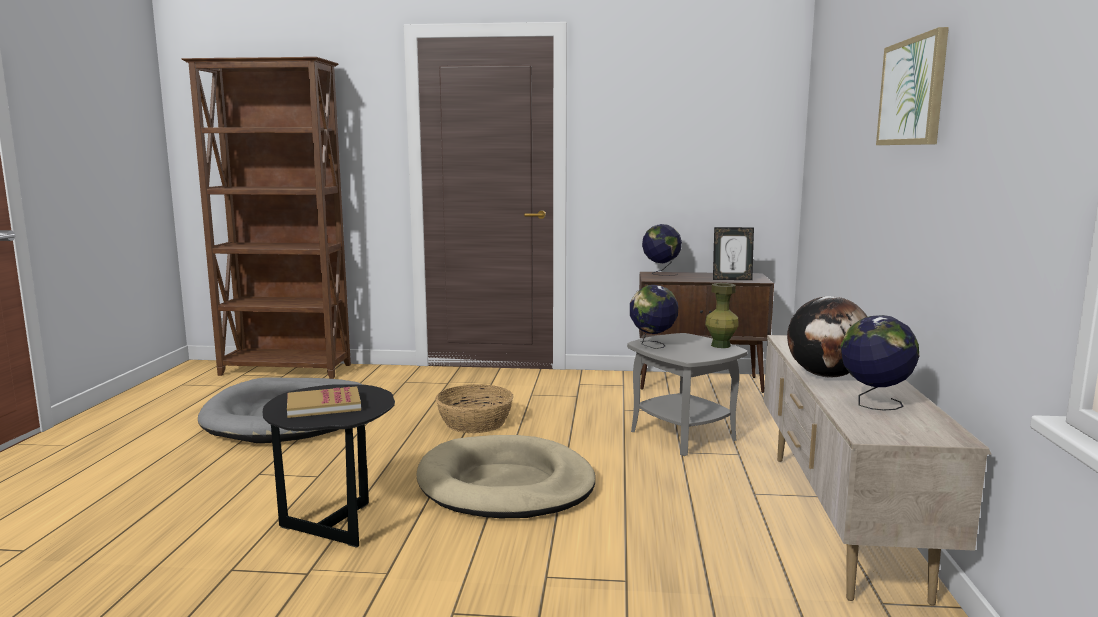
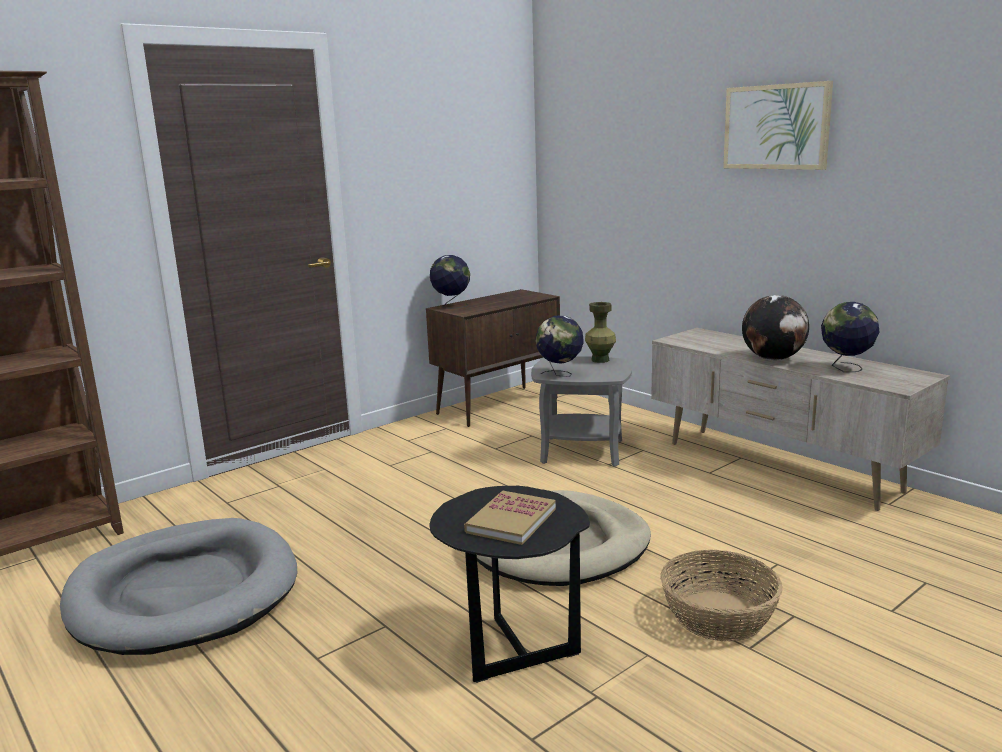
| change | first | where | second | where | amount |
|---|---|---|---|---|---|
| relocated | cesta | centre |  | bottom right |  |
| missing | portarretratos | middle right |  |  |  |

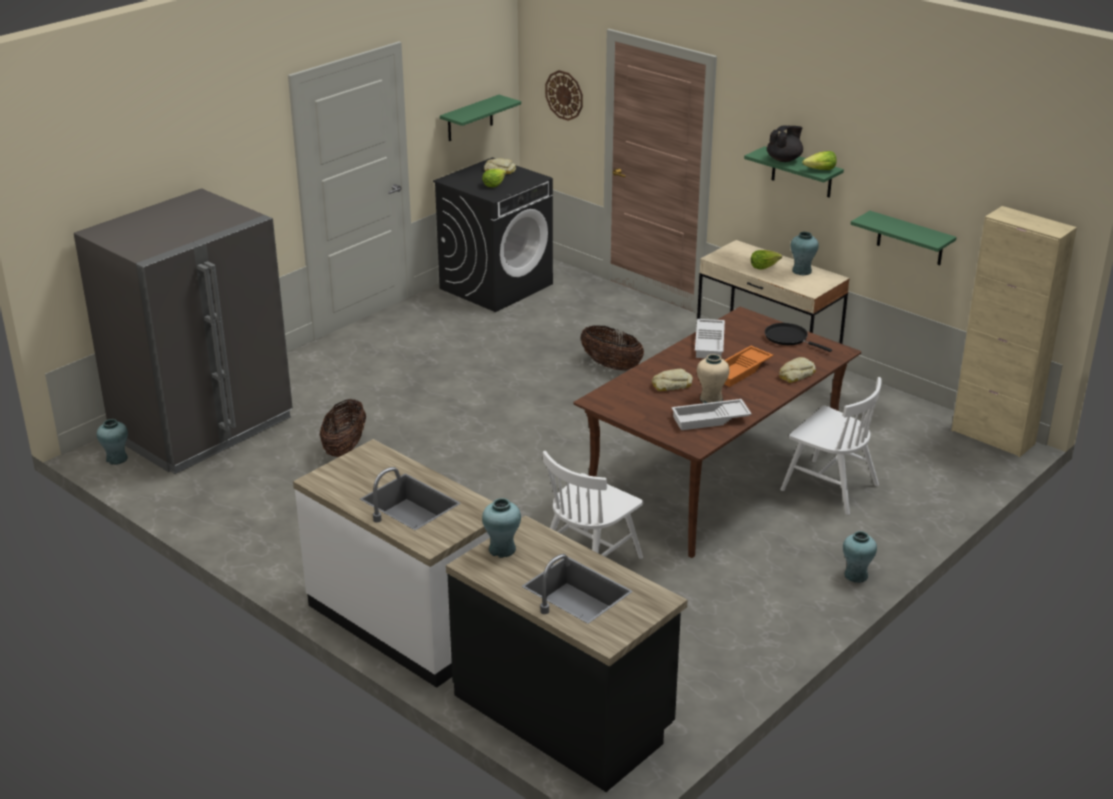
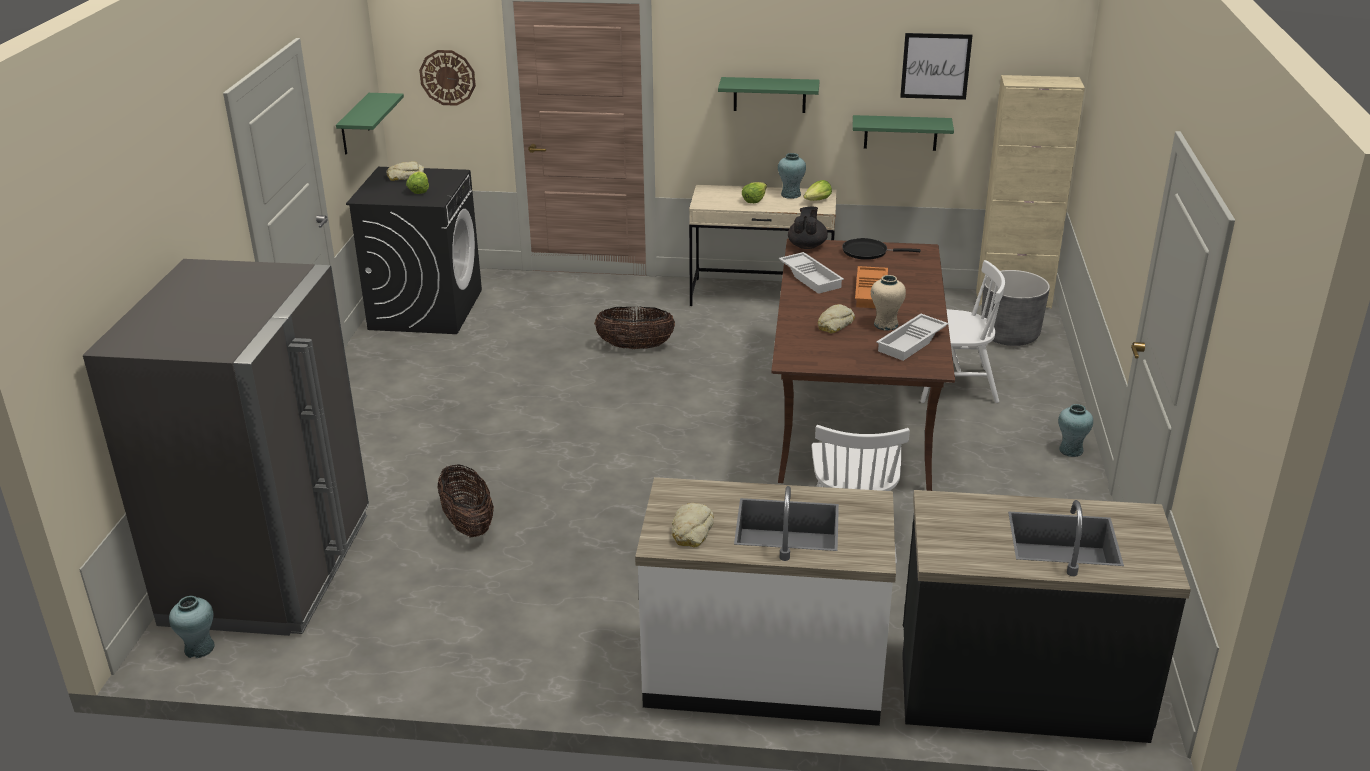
| change | first | where | second | where | amount |
|---|---|---|---|---|---|
| missing | florero/turquesa (no. 2 from left) | centre |  |  |  |
| relocated | tetera/negro | top right |  | top centre |  |
| relocated | pan (no. 3 from left in the first image) | middle right | pan (no. 2 from left) | bottom centre |  |
| relocated | lechuga (no. 3 from left) | top right |  | top centre |  |
| appeared |  |  | cuadro | top right |  |
| appeared |  |  | maceta/gris | middle right |  |

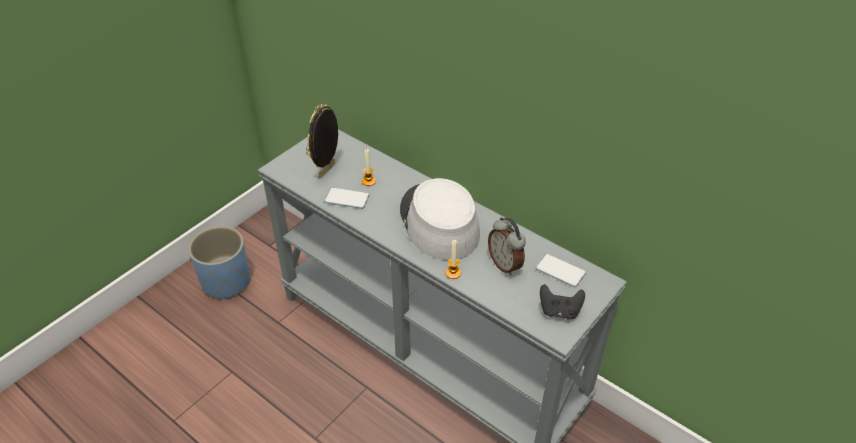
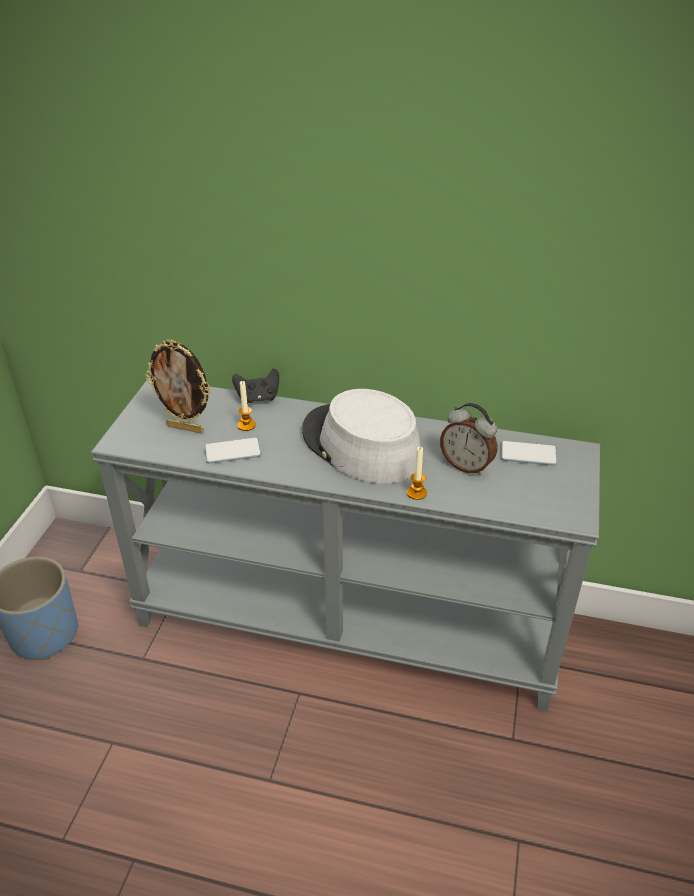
| change | first | where | second | where | amount |
|---|---|---|---|---|---|
| spun | portarretratos | top centre |  | middle left | 75 degrees counterclockwise |
| relocated | mando de consola/negro | bottom centre |  | centre |  |

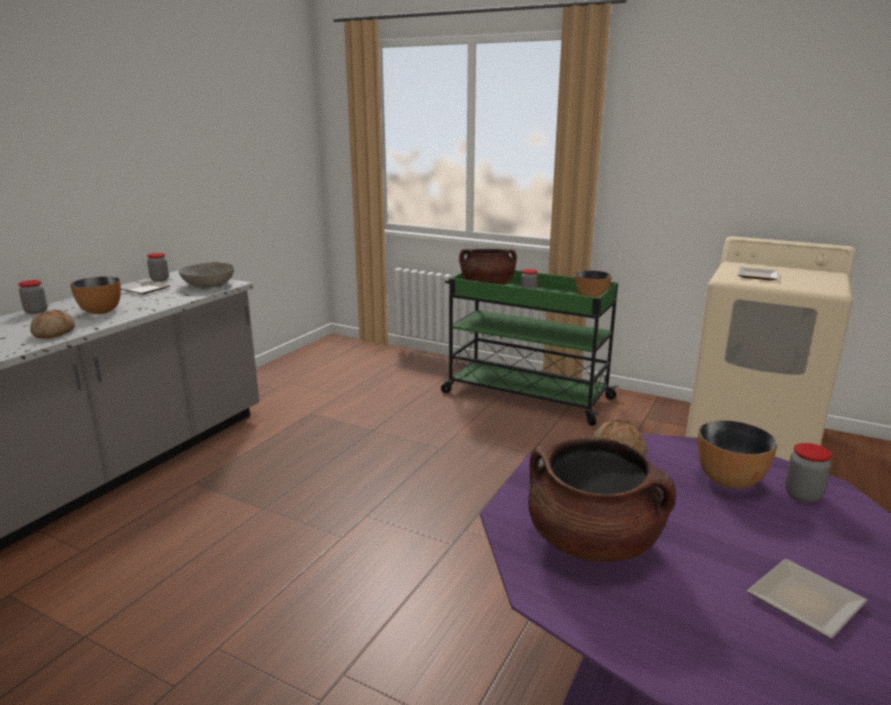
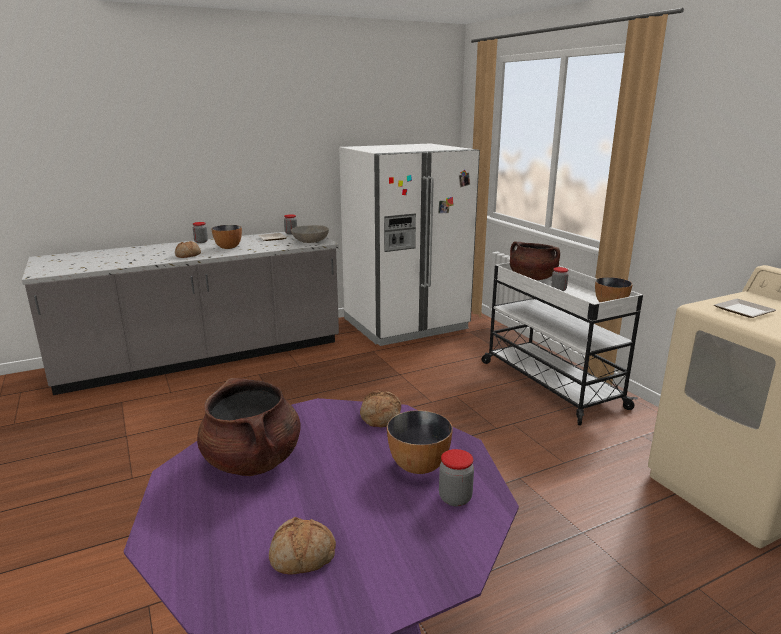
| change | first | where | second | where | amount |
|---|---|---|---|---|---|
| colour | carrito/verde | centre | carrito/blanco | middle right |  |
| exchanged | plato (no. 3 from left) | bottom right | pan (no. 2 from left) | bottom centre |  |
| appeared |  |  | nevera/blanco | centre |  |

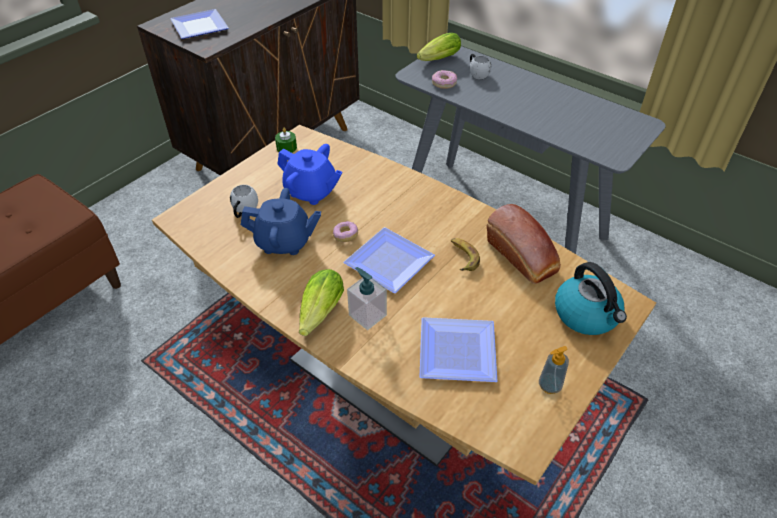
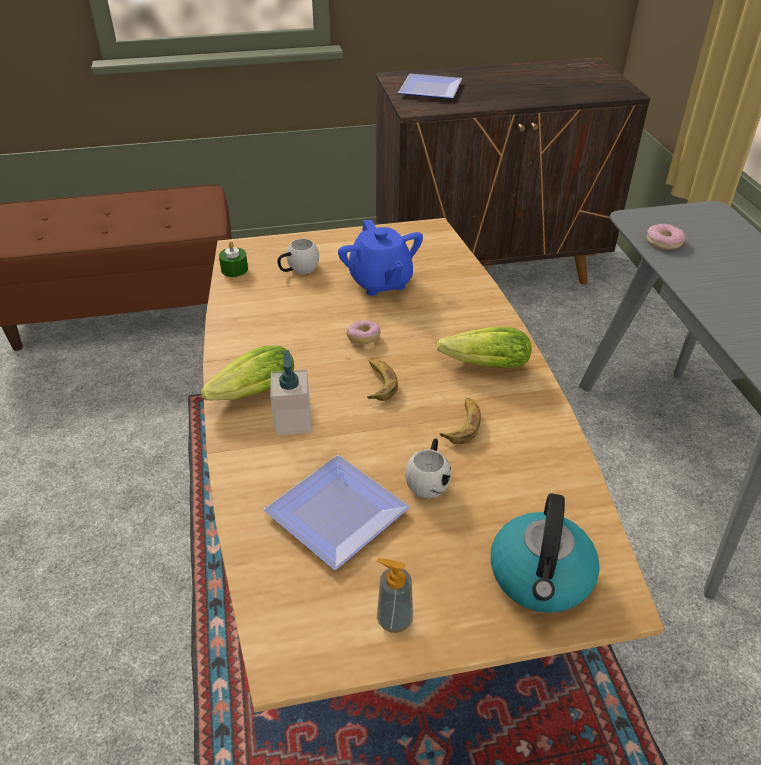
| change | first | where | second | where | amount |
|---|---|---|---|---|---|
| missing | tetera/azul (no. 1 from left) | centre |  |  |  |
| relocated | vela/verde | top centre |  | middle left |  |
| exchanged | plato (no. 2 from left) | centre | plátano (no. 1 from left) | centre |  |
| relocated | lechuga (no. 2 from left) | top centre |  | centre |  |
| relocated | taza grande/blanco (no. 2 from left) | top centre |  | centre |  |
| missing | pan | middle right |  |  |  |

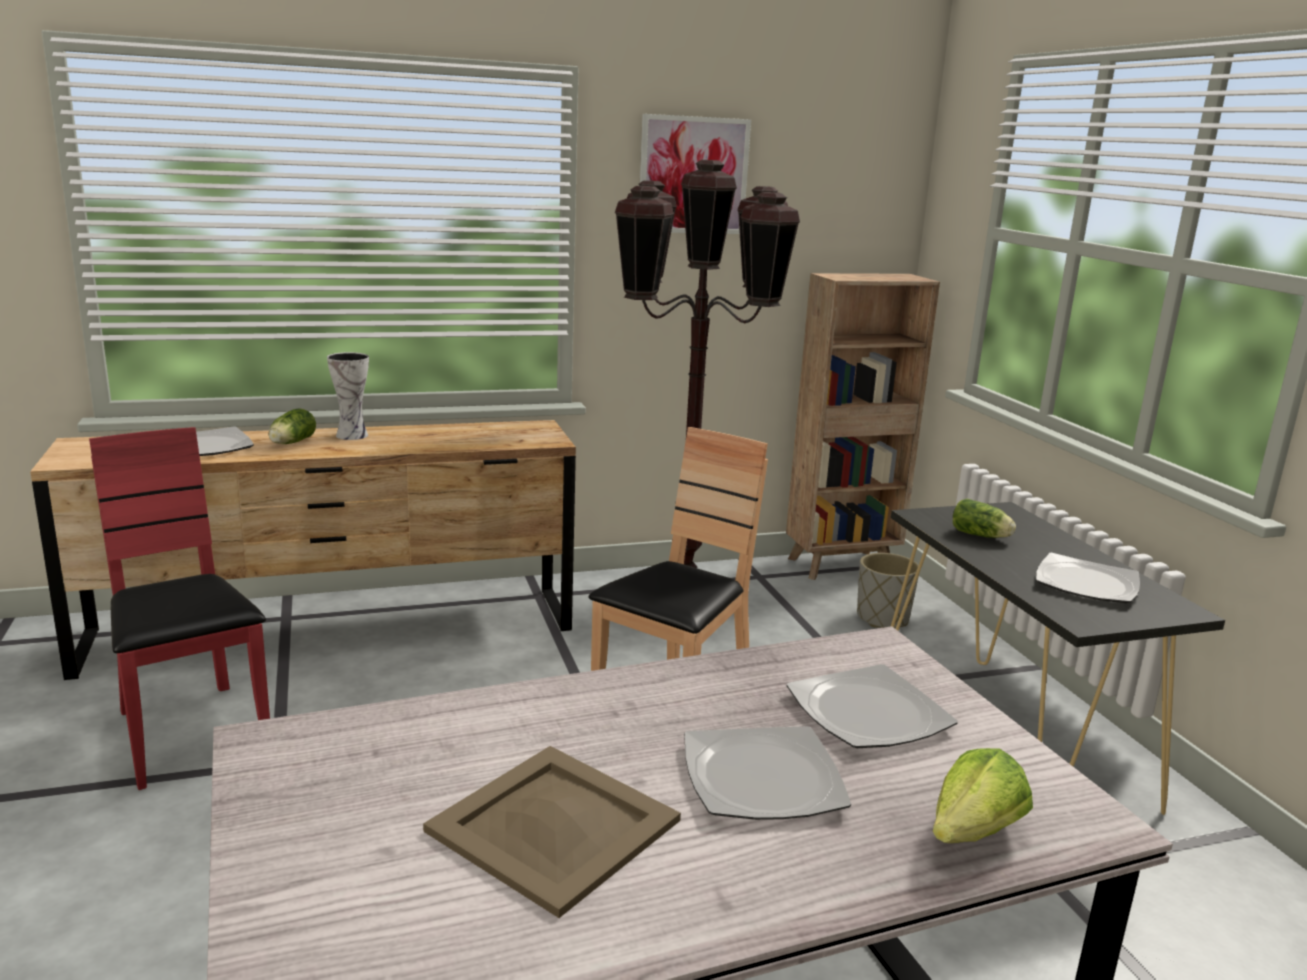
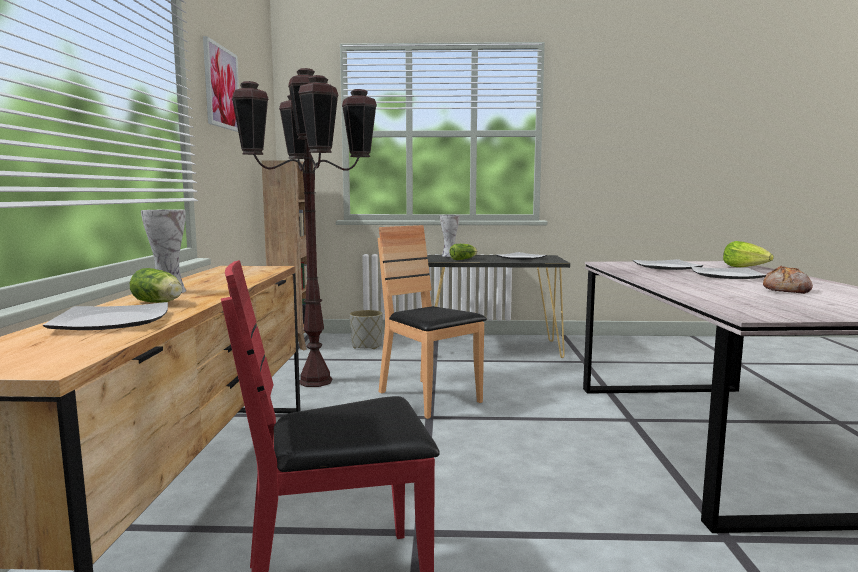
| change | first | where | second | where | amount |
|---|---|---|---|---|---|
| exchanged | bandeja/beis | bottom centre | pan | middle right |  |
| appeared |  |  | florero (no. 2 from left) | centre |  |

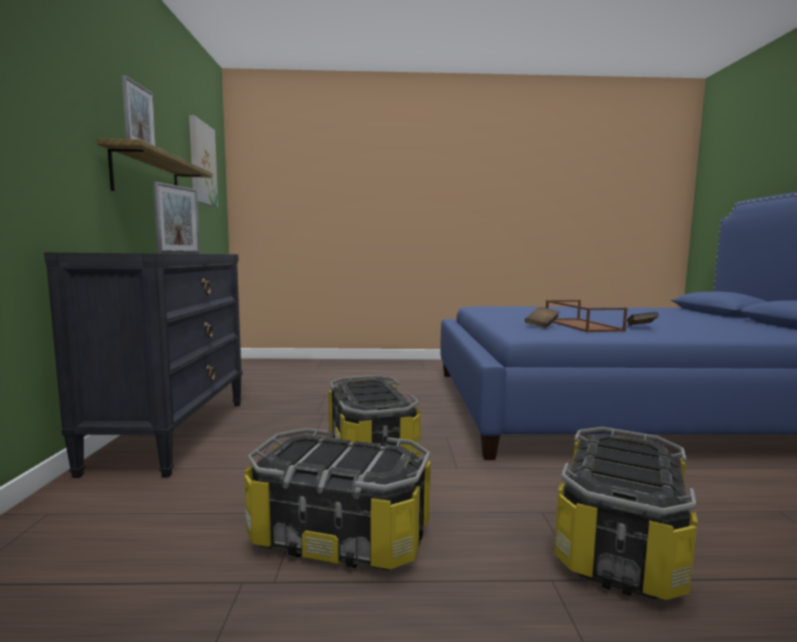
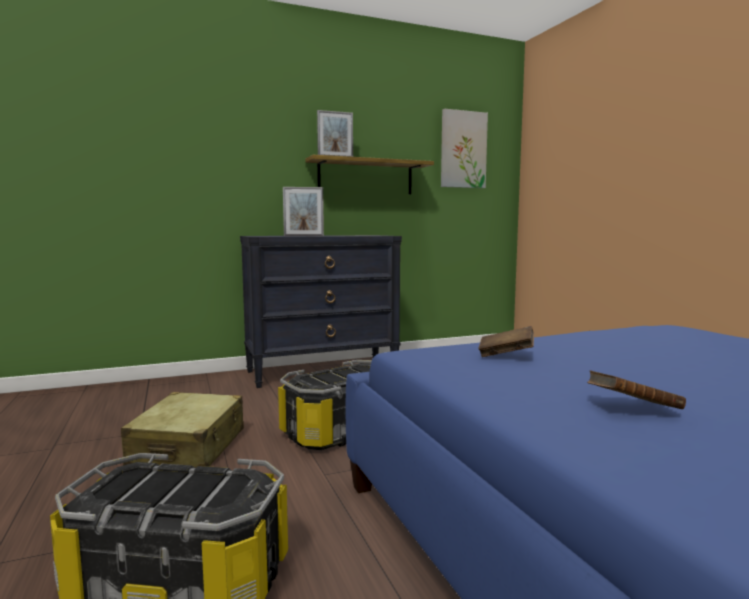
| change | first | where | second | where | amount |
|---|---|---|---|---|---|
| exchanged | caja de almacenaje (no. 1 from left) | bottom centre | maleta/beis | bottom left |  |
| missing | bandeja/marrón | middle right |  |  |  |

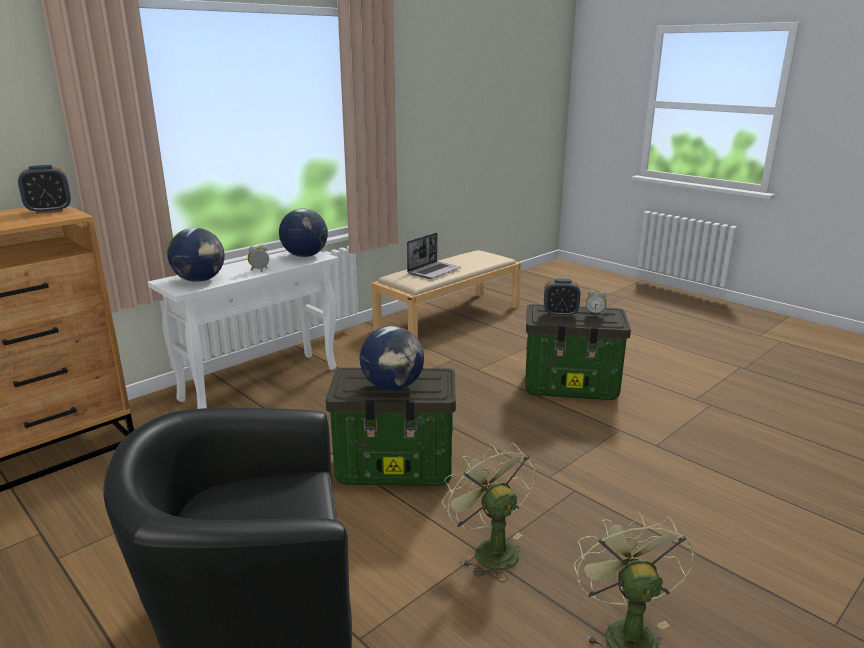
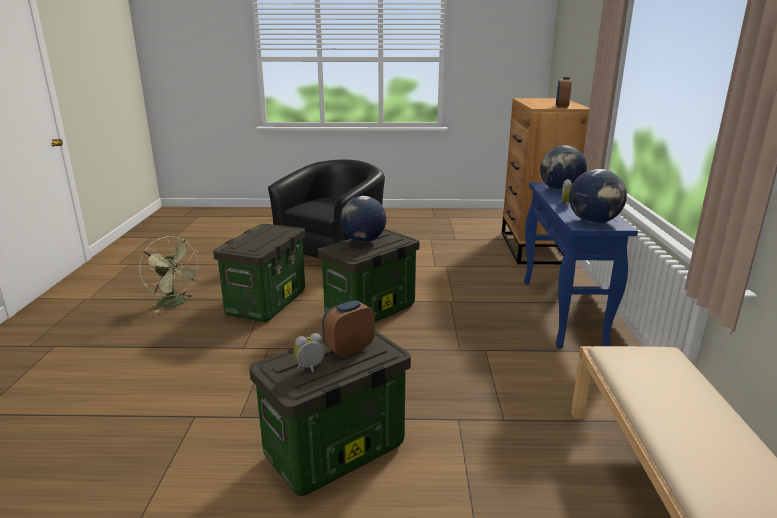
| change | first | where | second | where | amount |
|---|---|---|---|---|---|
| colour | mesa consola/blanco | middle left | mesa consola/azul | middle right |  |
| missing | portátil | centre |  |  |  |
| exchanged | ventilador/verde (no. 1 from left) | bottom centre | caja de almacenaje (no. 1 from left) | centre |  |

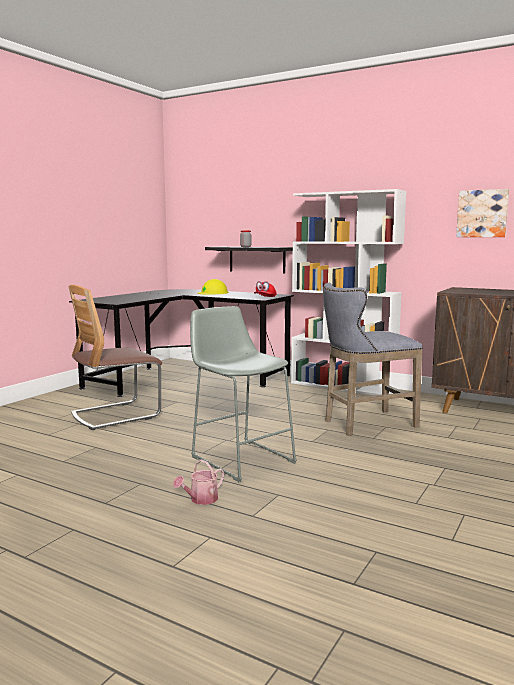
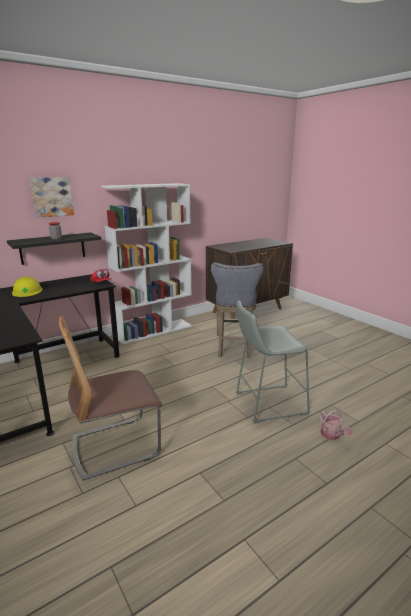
| change | first | where | second | where | amount |
|---|---|---|---|---|---|
| spun | silla | middle left |  | middle left | 75 degrees clockwise |
| relocated | cuadro | top right |  | top left |  |

